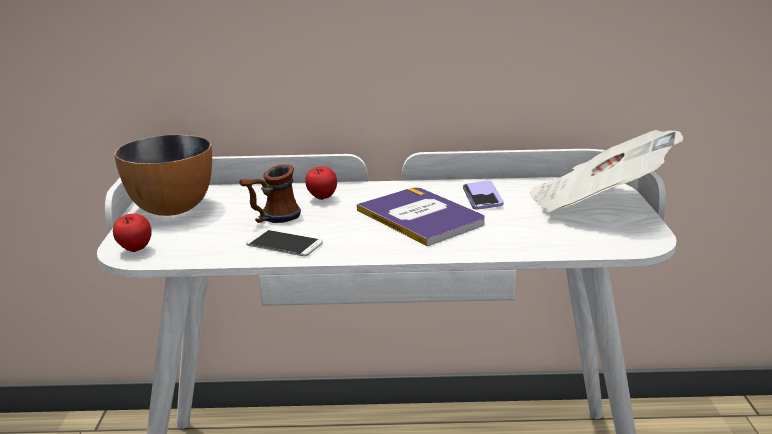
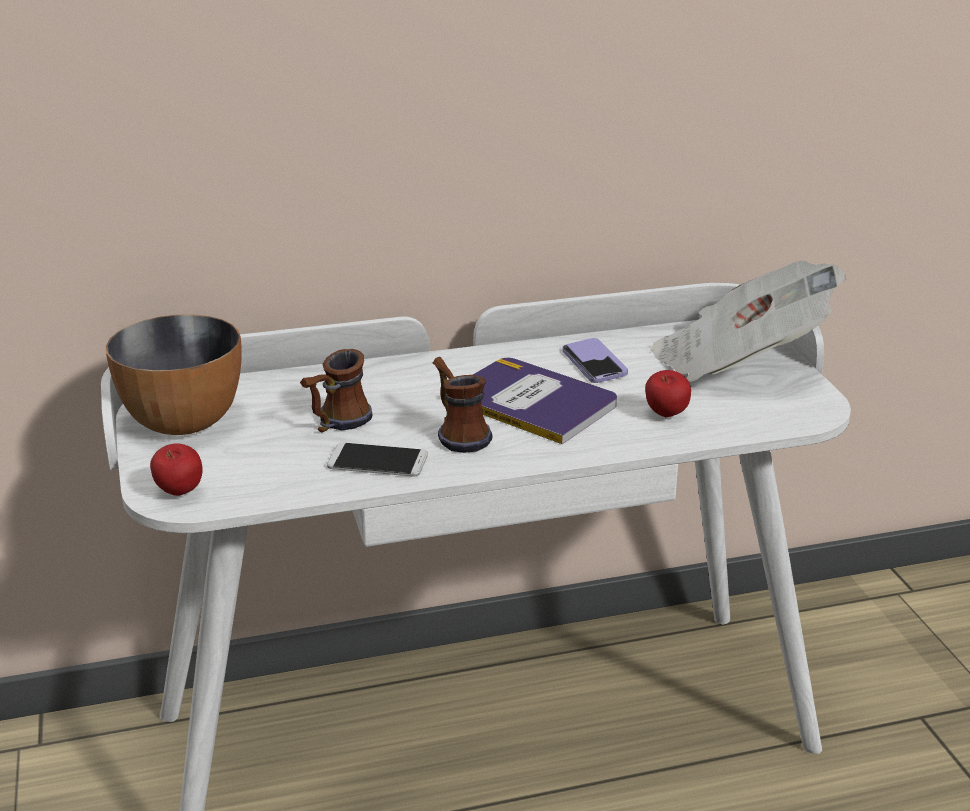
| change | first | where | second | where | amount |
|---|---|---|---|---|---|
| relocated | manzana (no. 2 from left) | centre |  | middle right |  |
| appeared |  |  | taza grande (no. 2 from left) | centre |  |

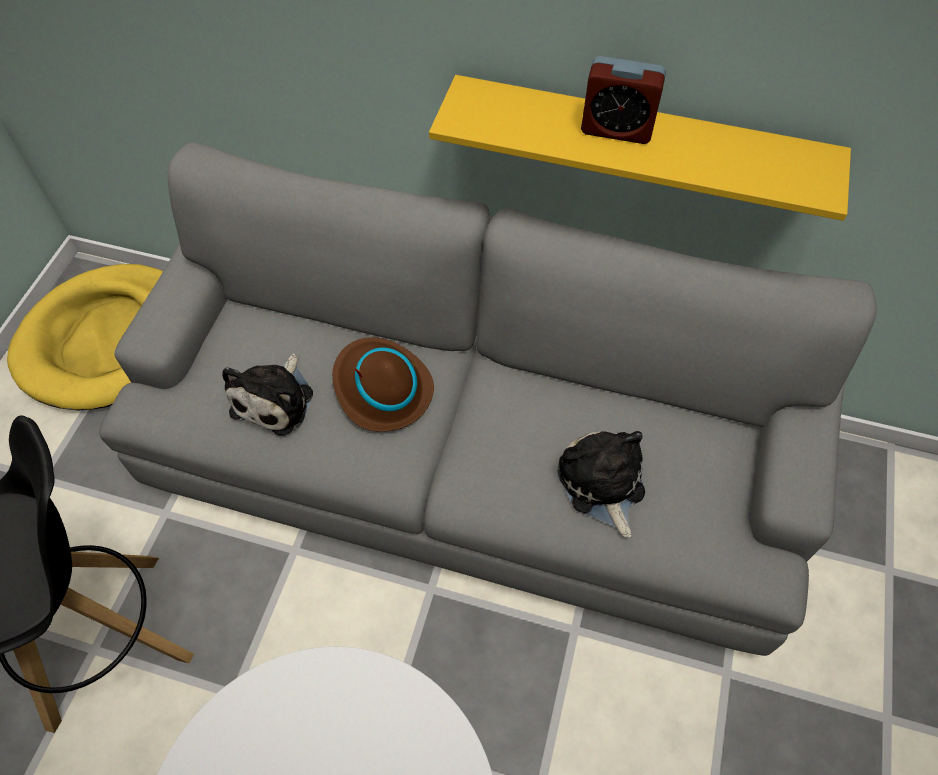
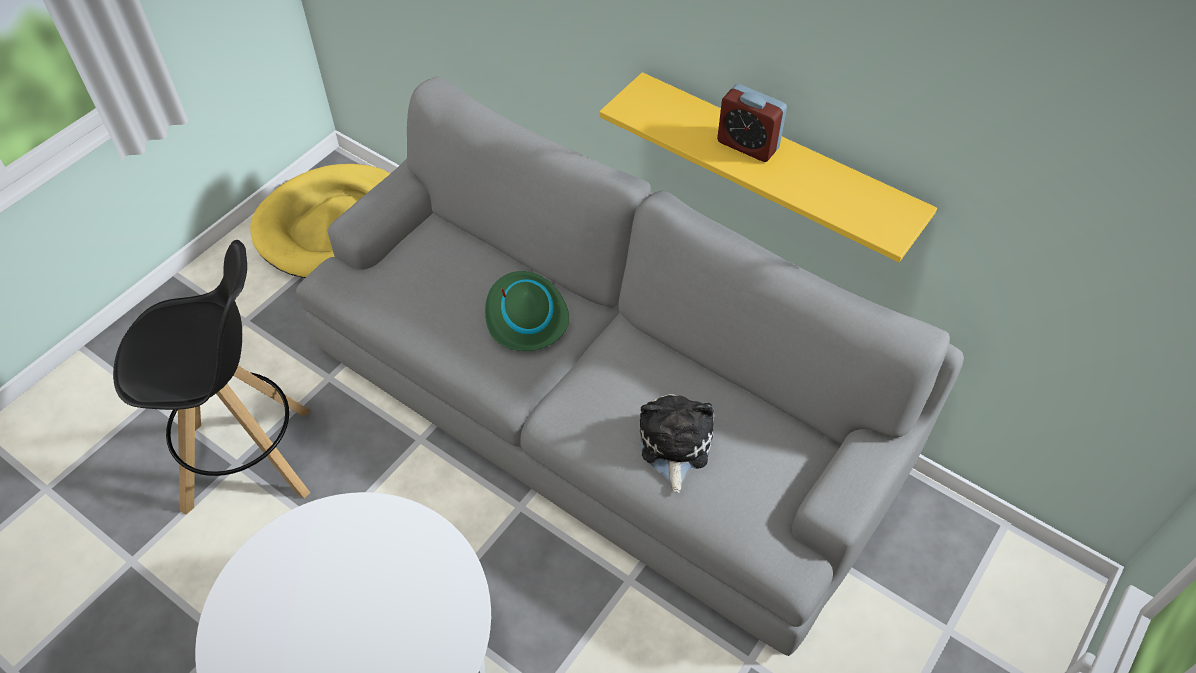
| change | first | where | second | where | amount |
|---|---|---|---|---|---|
| missing | peluche (no. 1 from left) | middle left |  |  |  |
| colour | sombrero/marrón | centre | sombrero/verde | centre |  |

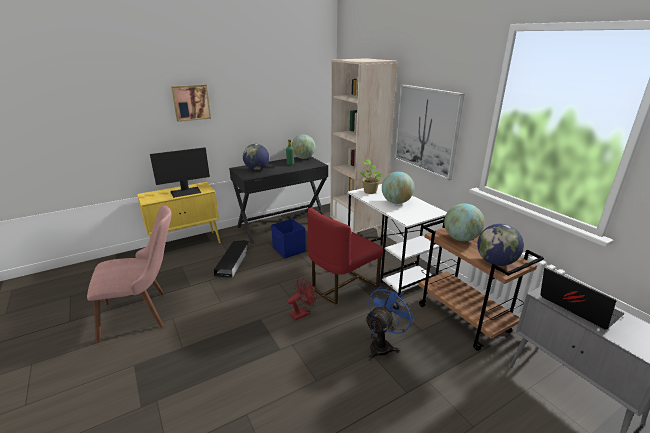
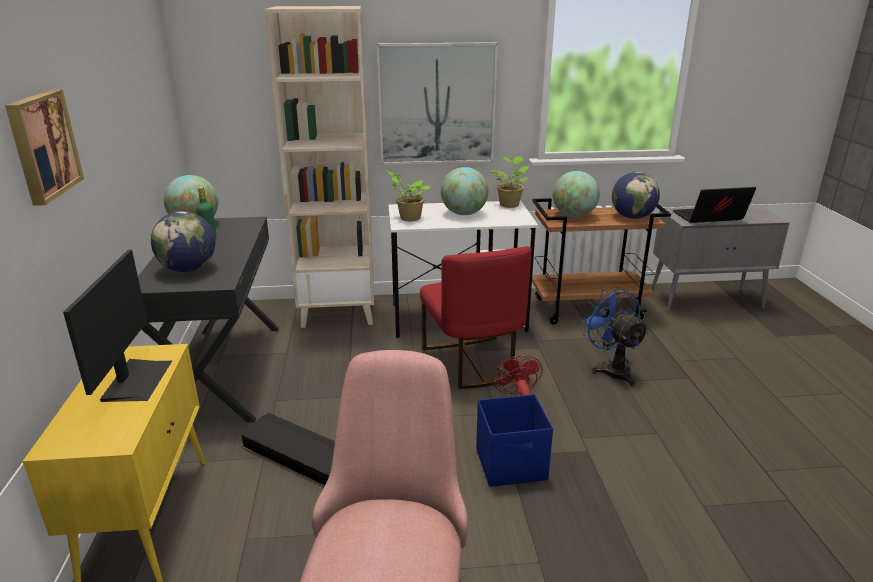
| change | first | where | second | where | amount |
|---|---|---|---|---|---|
| relocated | caja de almacenaje/azul | centre |  | bottom centre |  |
| appeared |  |  | planta en maceta (no. 2 from left) | top centre |  |

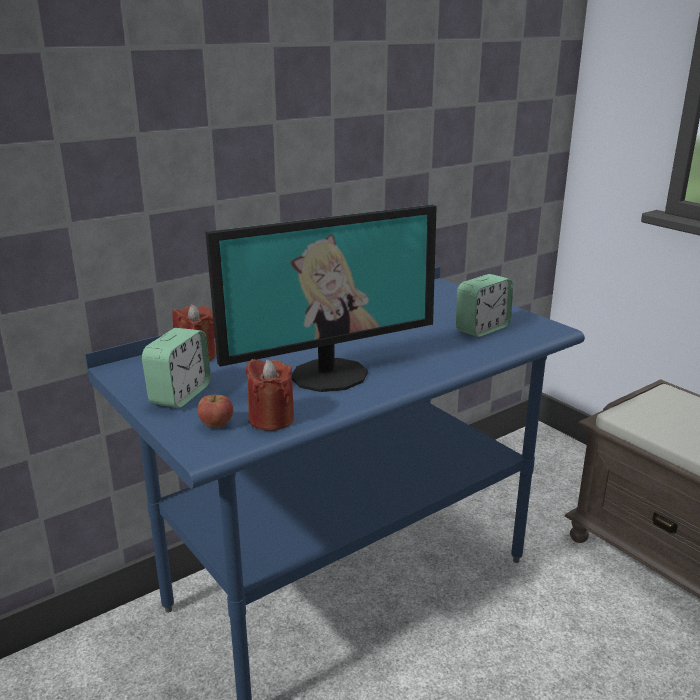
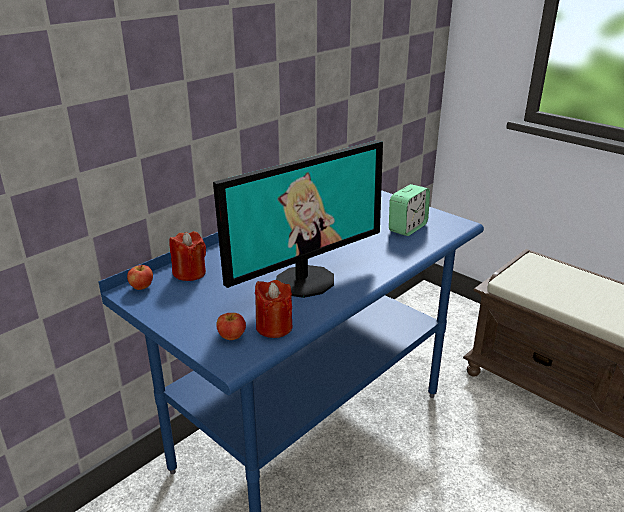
| change | first | where | second | where | amount |
|---|---|---|---|---|---|
| missing | despertador (no. 1 from left) | middle left |  |  |  |
| appeared |  |  | manzana (no. 1 from left) | middle left |  |

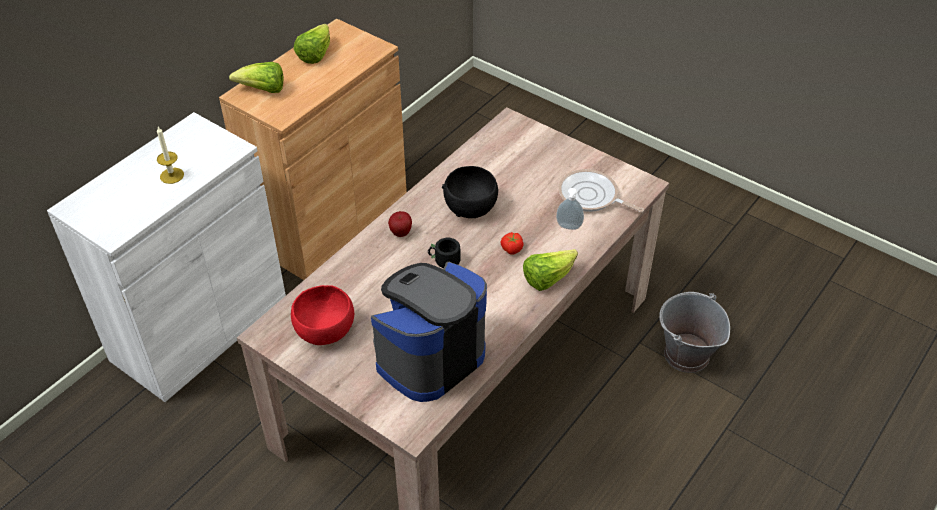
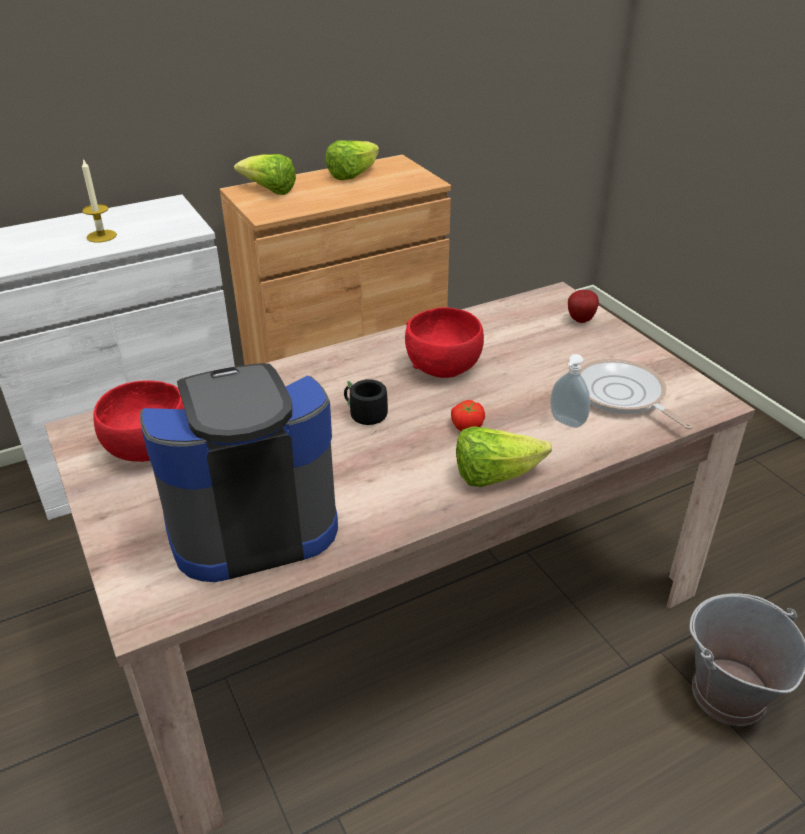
| change | first | where | second | where | amount |
|---|---|---|---|---|---|
| relocated | manzana | centre |  | middle right |  |
| colour | cuenco/negro | centre | cuenco/rojo (no. 2 from left) | centre |  |

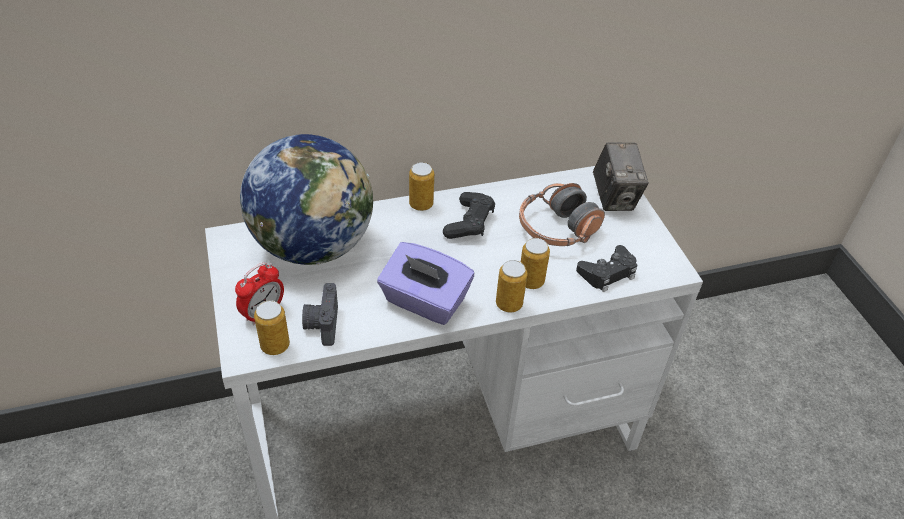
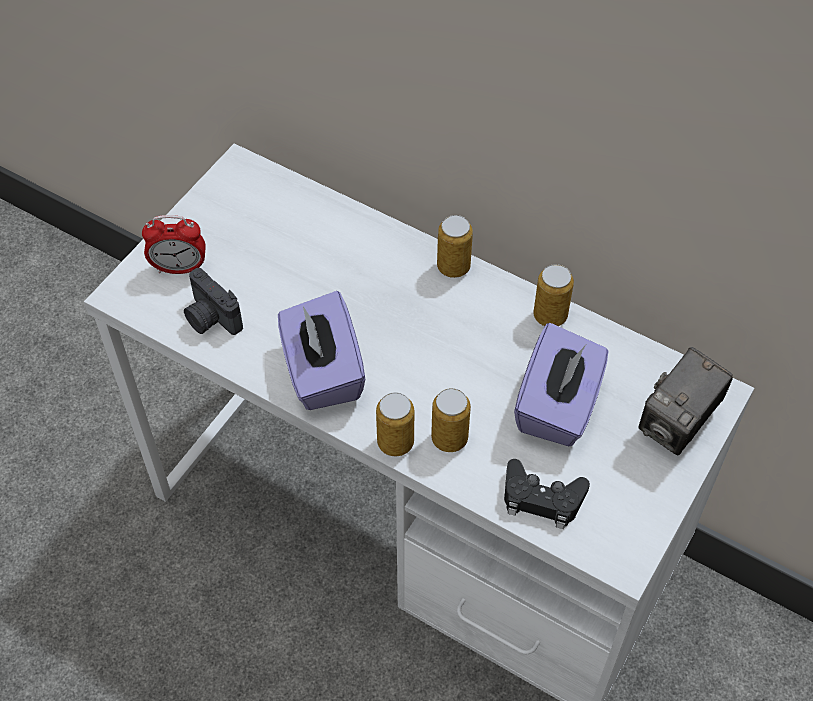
| change | first | where | second | where | amount |
|---|---|---|---|---|---|
| missing | globo terráqueo | centre |  |  |  |
| relocated | lata (no. 1 from left in the first image) | middle left | lata (no. 4 from left) | middle right |  |
| spun | cámara (no. 1 from left) | centre |  | middle left | 90 degrees counterclockwise |
| missing | mando de consola/negro (no. 1 from left) | centre |  |  |  |
| exchanged | auriculares | centre | caja de pañuelos/morado (no. 2 from left) | middle right |  |

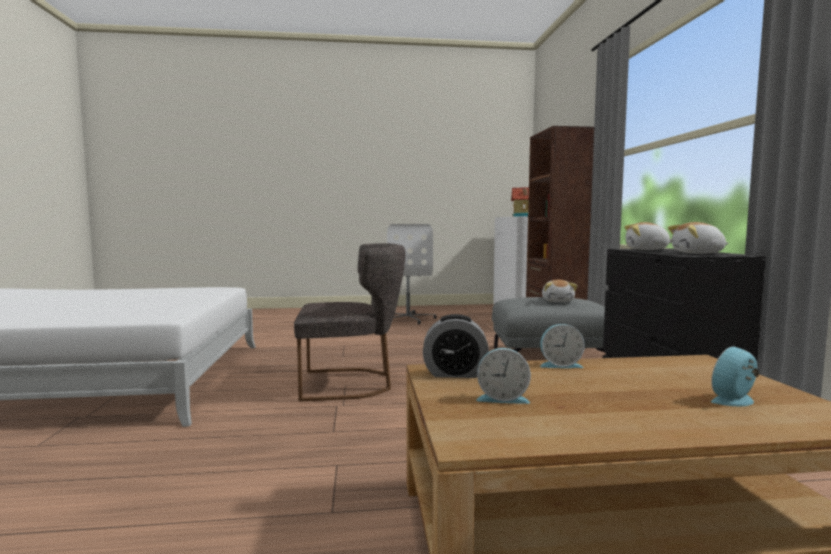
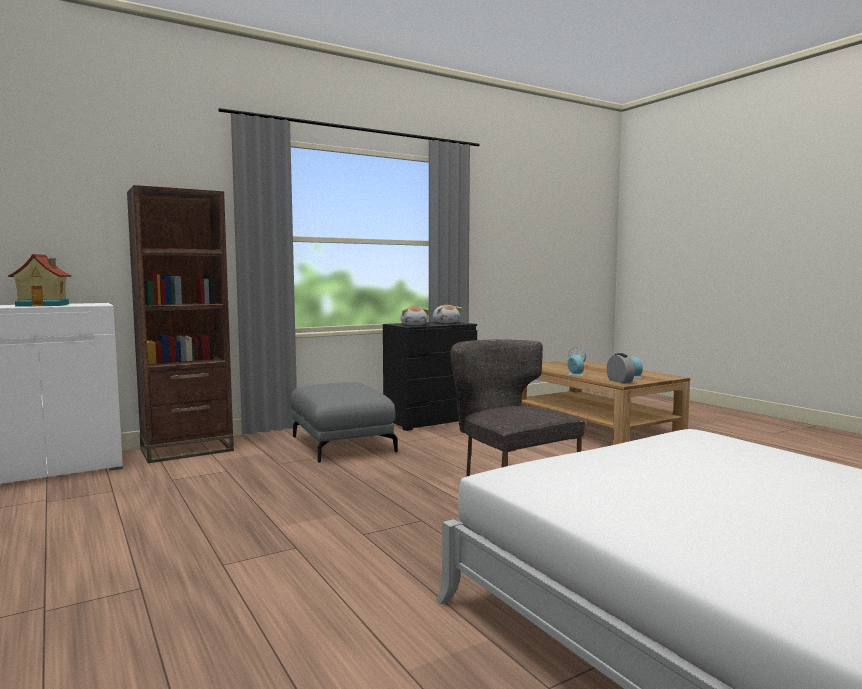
| change | first | where | second | where | amount |
|---|---|---|---|---|---|
| missing | silla de oficina/blanco | centre |  |  |  |
| missing | peluche (no. 1 from left) | middle right |  |  |  |

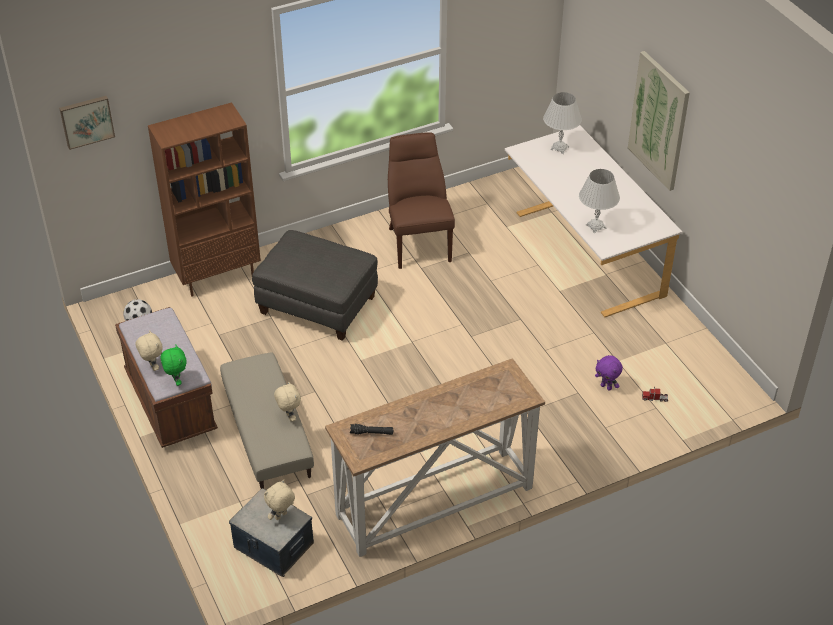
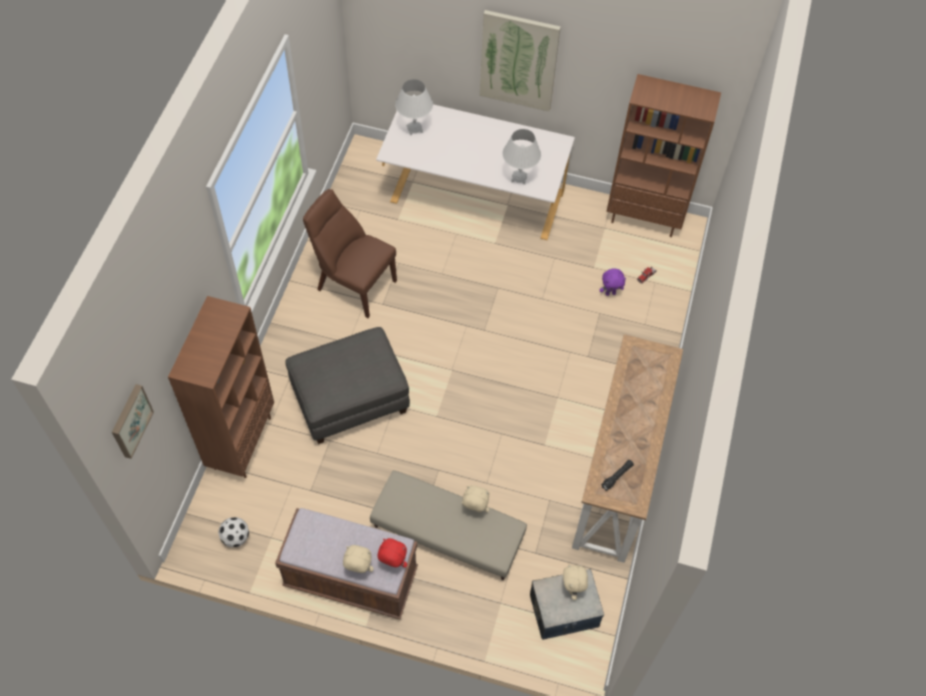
| change | first | where | second | where | amount |
|---|---|---|---|---|---|
| colour | peluche/verde | middle left | peluche/rojo | bottom centre |  |
| appeared |  |  | estantería/marrón (no. 2 from left) | top right |  |

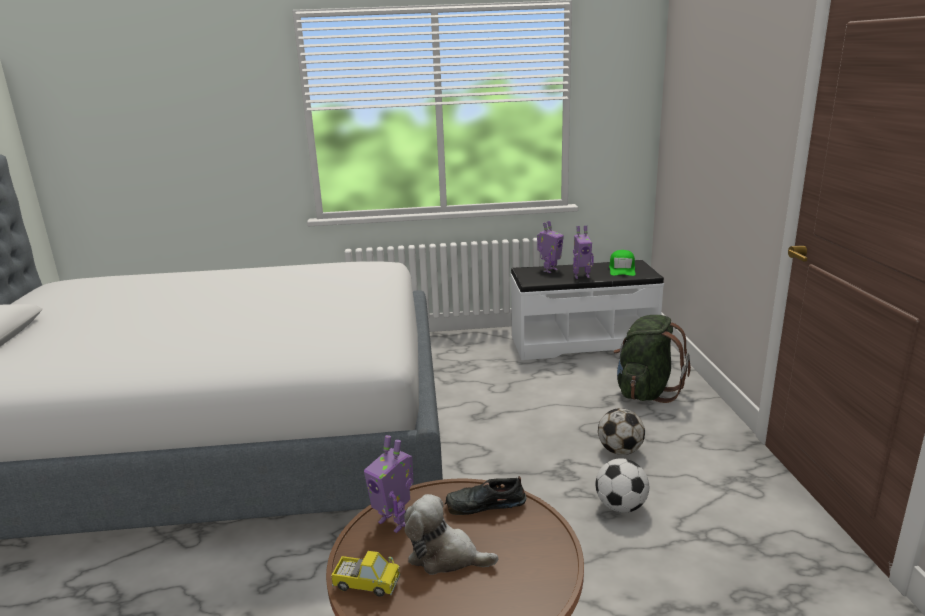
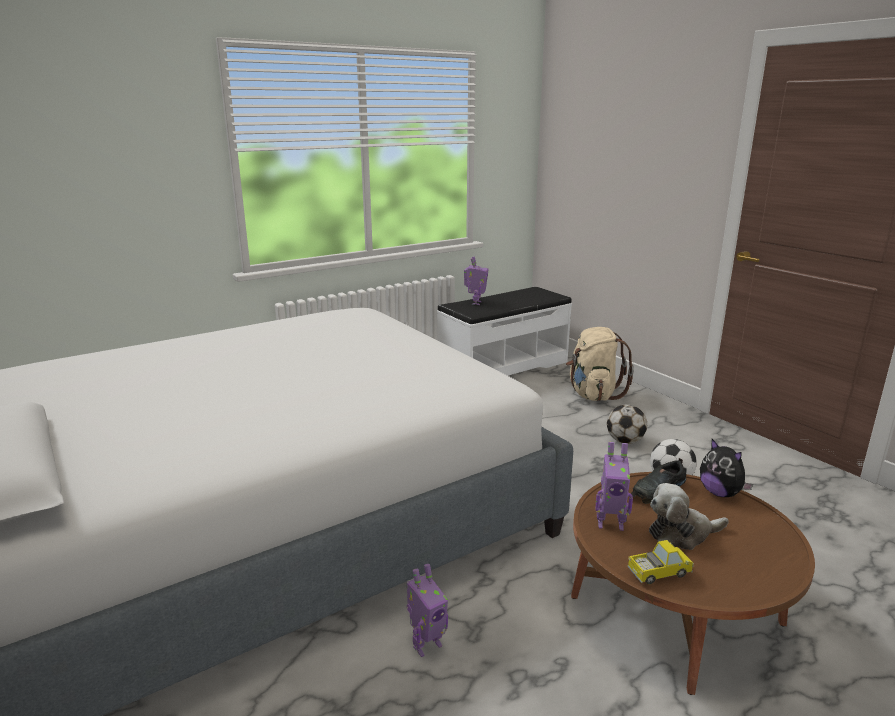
| change | first | where | second | where | amount |
|---|---|---|---|---|---|
| relocated | robot de juguete (no. 3 from left in the first image) | centre | robot de juguete (no. 1 from left) | bottom centre |  |
| missing | gorra/verde | middle right |  |  |  |
| colour | mochila/verde | middle right | mochila/beis | middle right |  |
| appeared |  |  | peluche (no. 2 from left) | middle right |  |

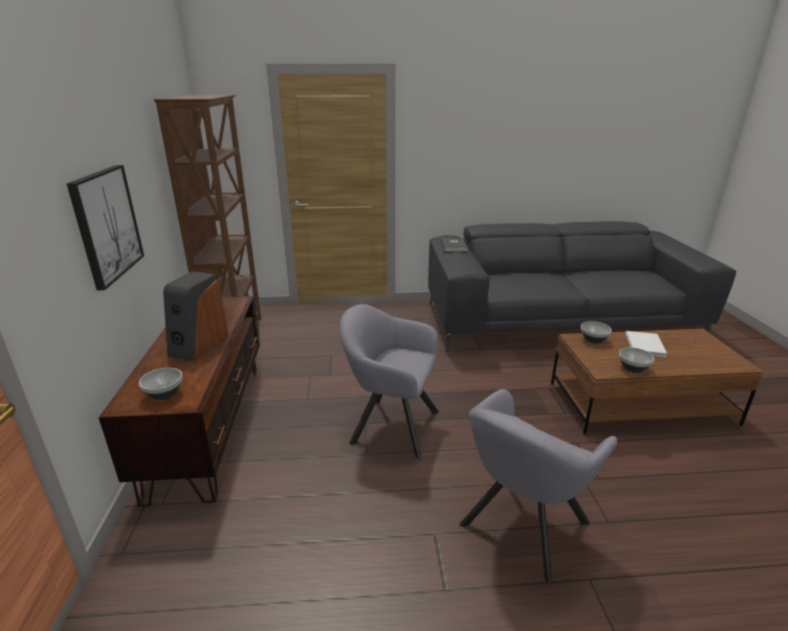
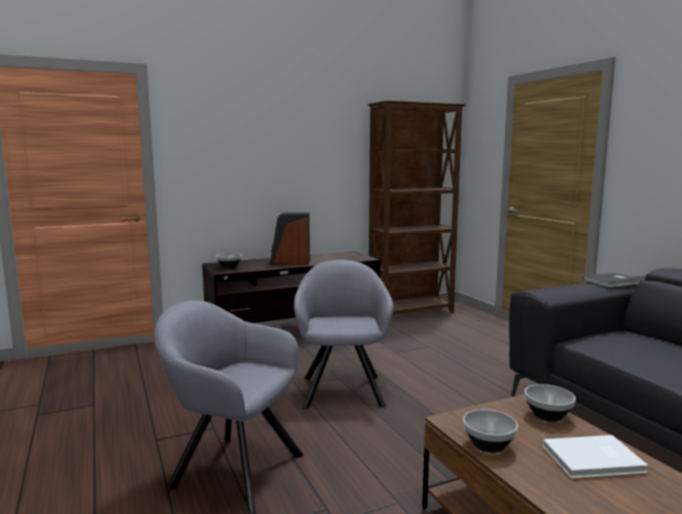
| change | first | where | second | where | amount |
|---|---|---|---|---|---|
| missing | cuadro | middle left |  |  |  |

